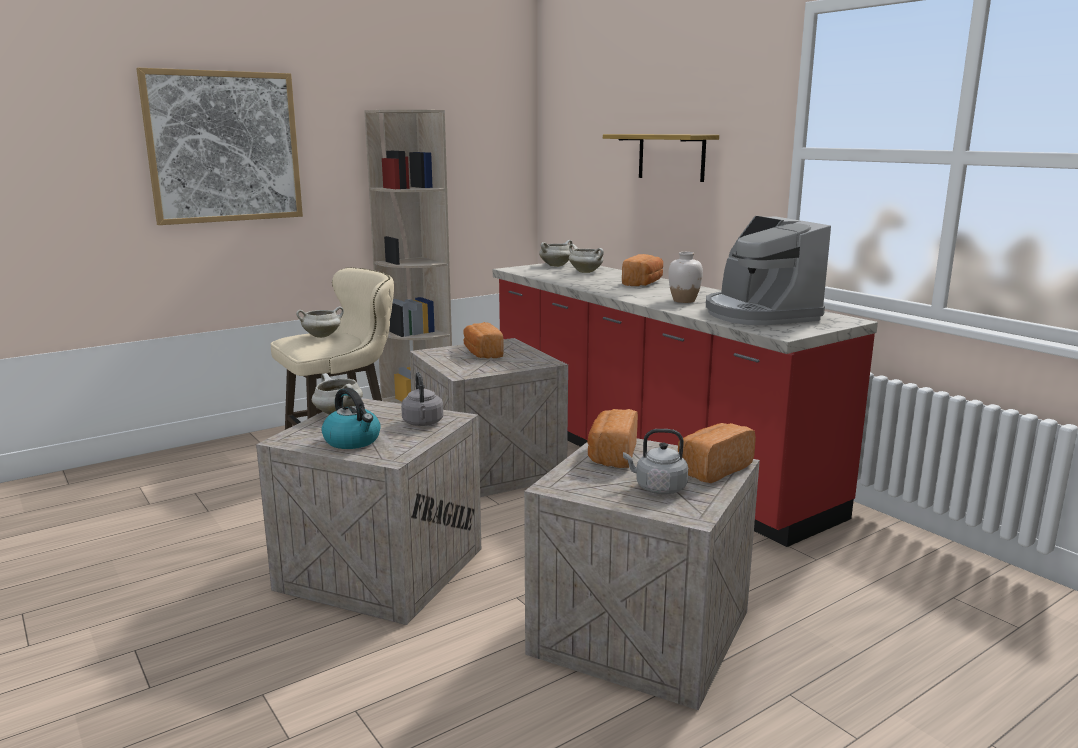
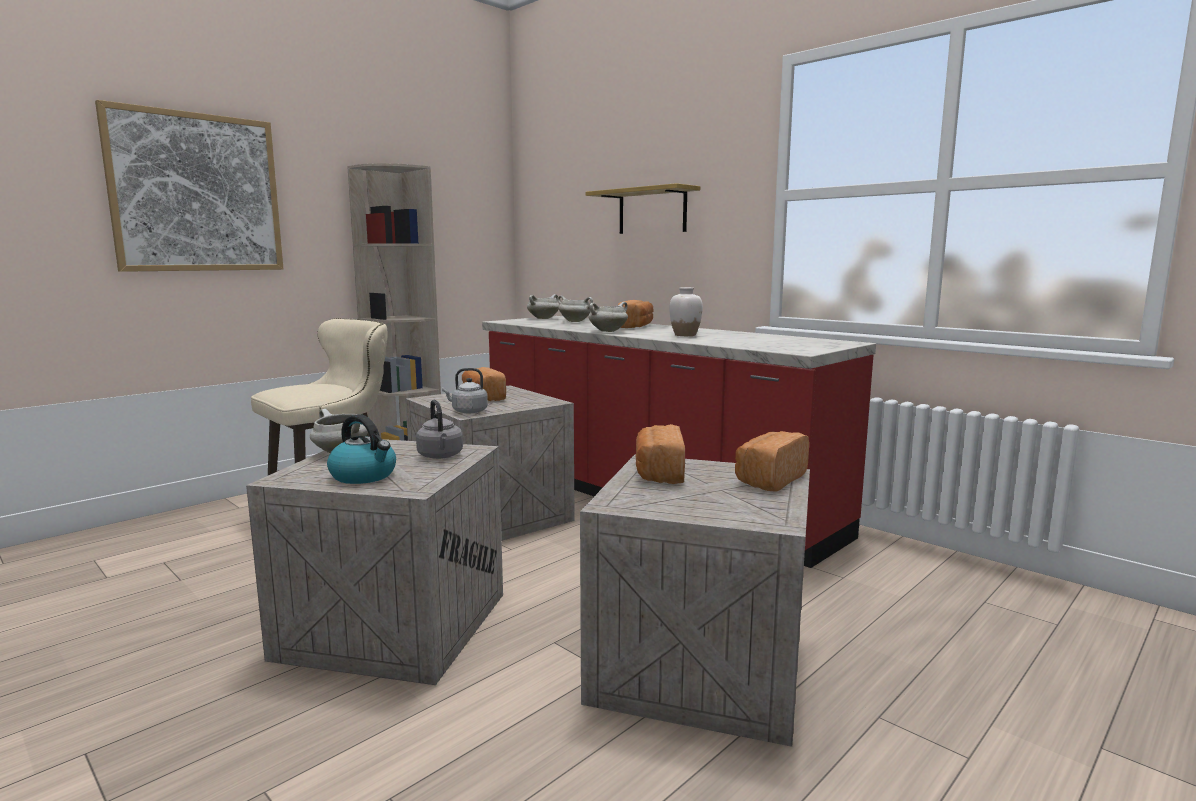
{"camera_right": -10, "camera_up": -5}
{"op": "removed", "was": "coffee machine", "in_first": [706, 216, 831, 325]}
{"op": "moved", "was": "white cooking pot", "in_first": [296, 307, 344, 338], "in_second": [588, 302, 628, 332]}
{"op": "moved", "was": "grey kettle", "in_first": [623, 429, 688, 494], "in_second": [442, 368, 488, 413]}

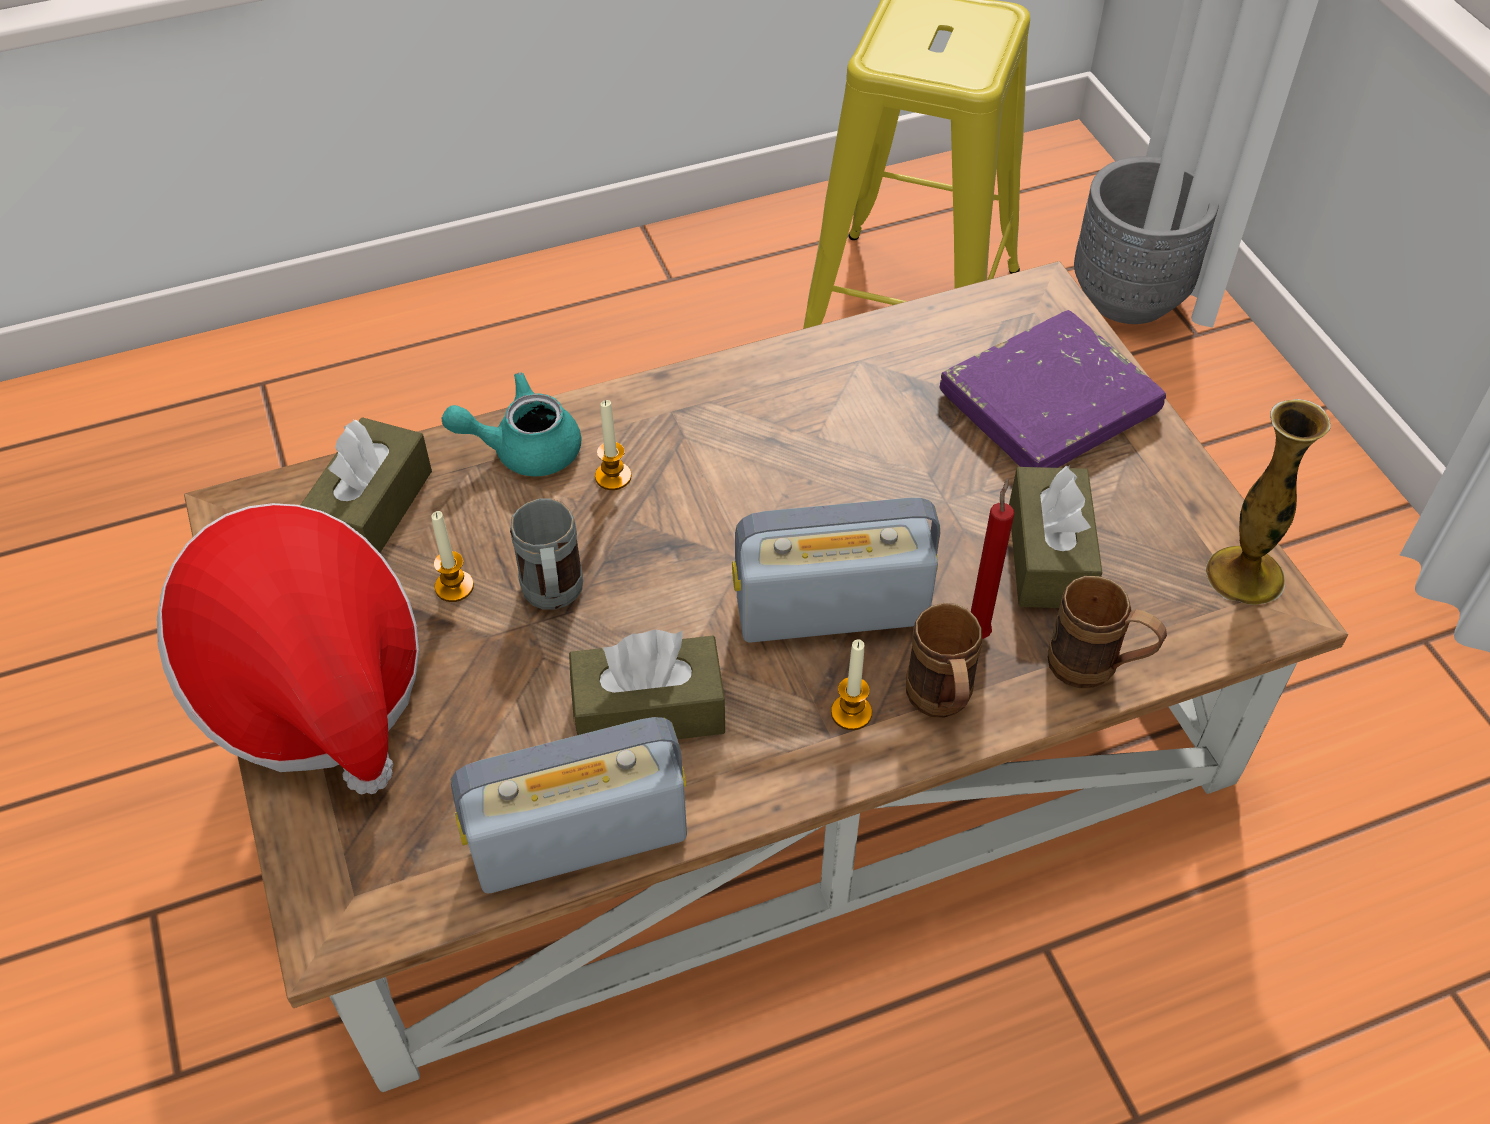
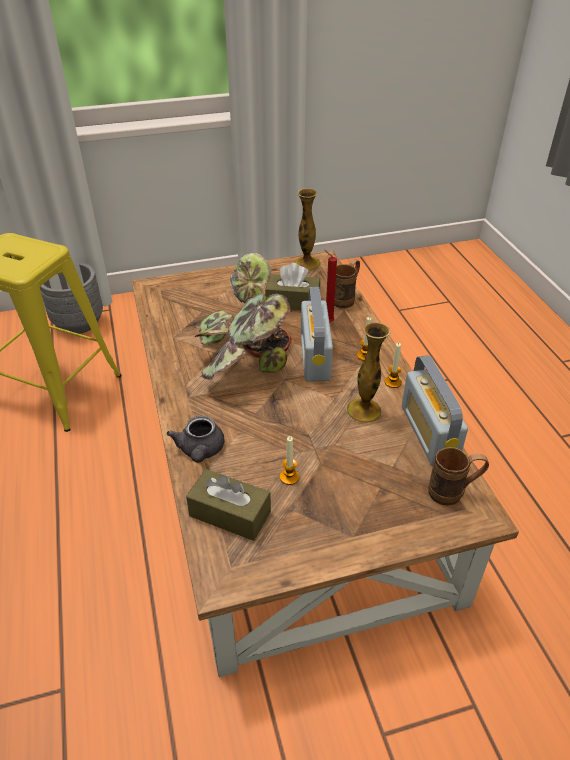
{"camera_right": -85, "camera_up": -10}
{"op": "removed", "was": "hat", "in_first": [157, 503, 419, 794]}
{"op": "removed", "was": "grey mug", "in_first": [510, 498, 583, 610]}
{"op": "removed", "was": "purple book", "in_first": [940, 310, 1166, 468]}
{"op": "added", "now": "potted plant", "in_second": [195, 253, 292, 379]}
{"op": "moved", "was": "candle", "in_first": [595, 400, 631, 490], "in_second": [385, 343, 402, 388]}
{"op": "moved", "was": "brown mug", "in_first": [906, 603, 982, 718], "in_second": [428, 447, 489, 506]}
{"op": "replaced", "was": "brown tissue box", "now": "vase", "in_first": [569, 630, 725, 739], "in_second": [346, 322, 391, 423]}
{"op": "recoloured", "was": "turquoise teapot", "now": "grey teapot", "in_first": [441, 372, 581, 476], "in_second": [167, 416, 225, 463]}

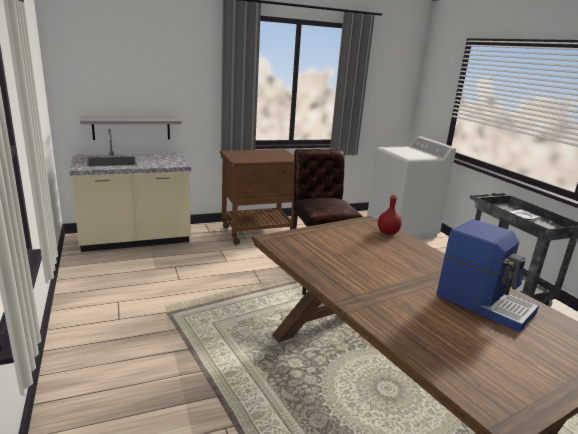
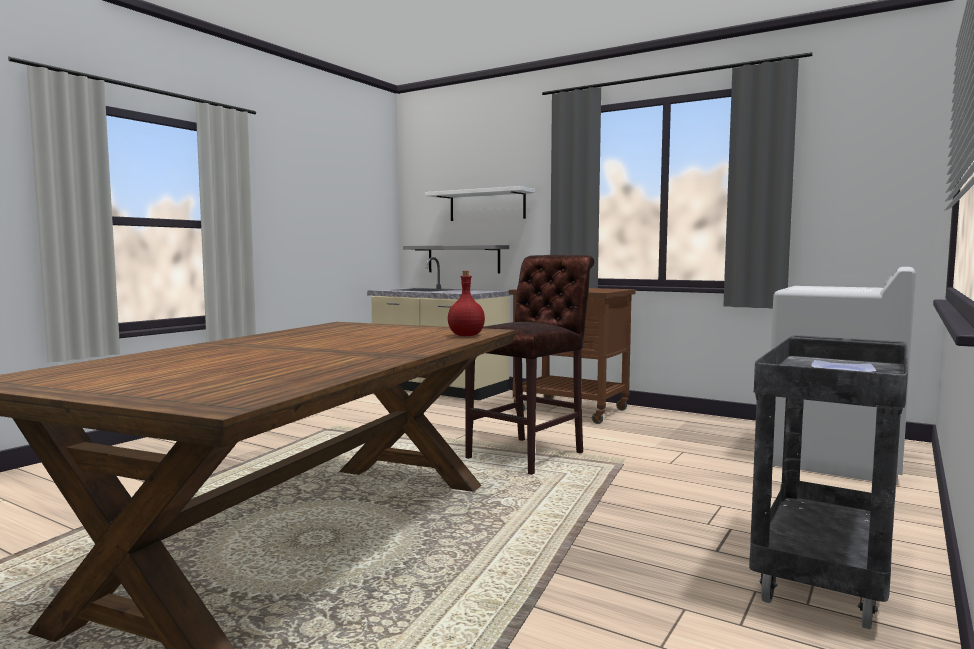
{"camera_right": 55, "camera_up": -15}
{"op": "removed", "was": "coffee machine", "in_first": [436, 219, 539, 333]}
{"op": "added", "now": "white shelf", "in_second": [425, 186, 535, 221]}

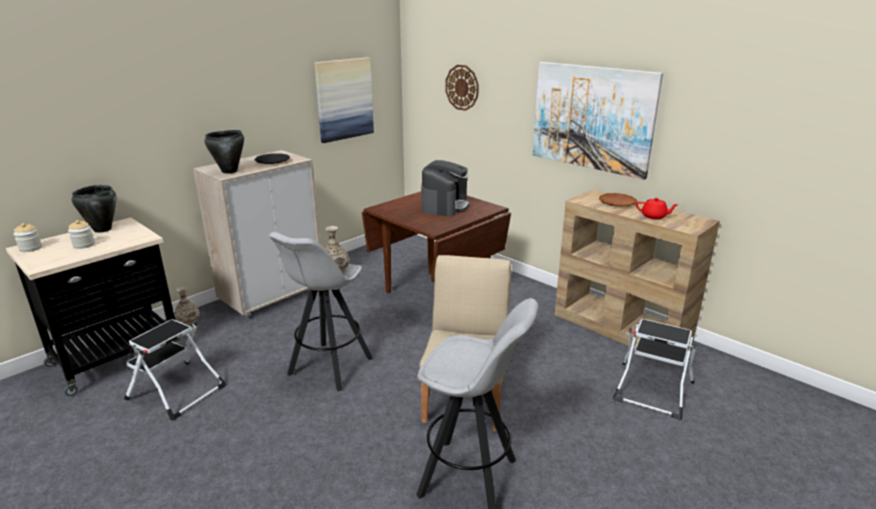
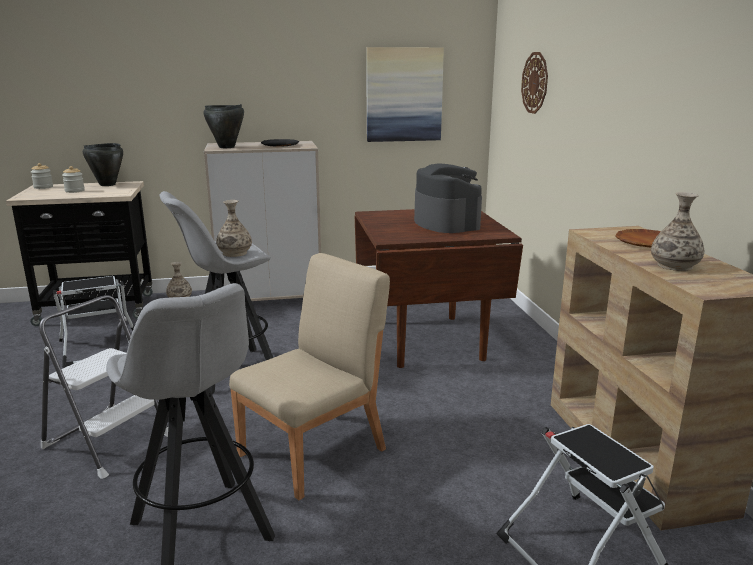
{"camera_right": 35, "camera_up": -5}
{"op": "removed", "was": "picture", "in_first": [532, 62, 663, 180]}
{"op": "added", "now": "white step ladder", "in_second": [39, 295, 168, 479]}
{"op": "replaced", "was": "red teapot", "now": "vase", "in_first": [636, 198, 679, 219], "in_second": [651, 192, 704, 271]}
{"op": "turned", "was": "coffee machine", "in_first": [421, 160, 470, 216], "in_second": [414, 163, 482, 233], "clockwise": -75}

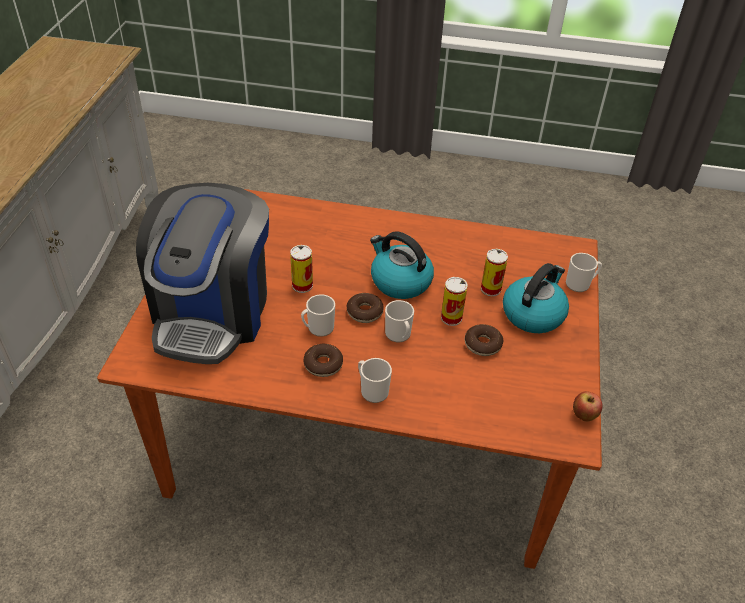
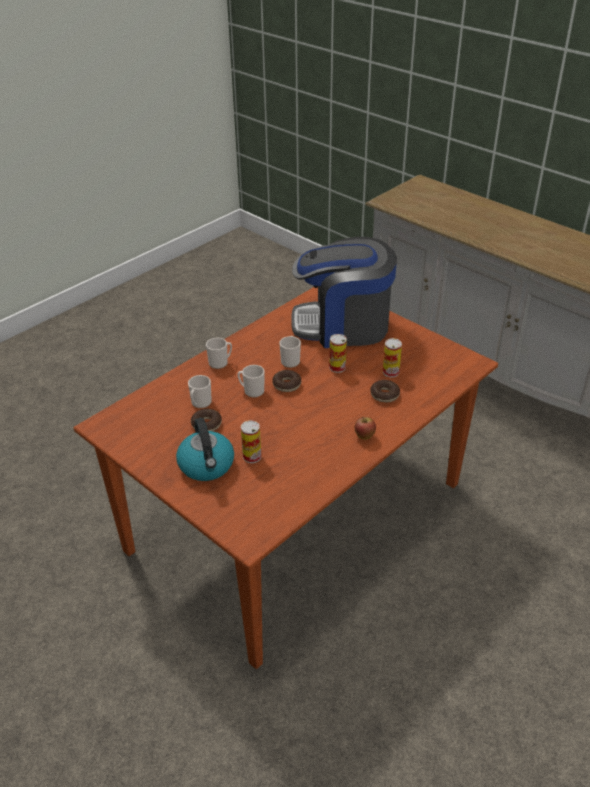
{"camera_right": 125, "camera_up": -5}
{"op": "removed", "was": "kettle", "in_first": [370, 231, 434, 299]}
{"op": "moved", "was": "donut", "in_first": [303, 344, 343, 377], "in_second": [370, 380, 400, 402]}
{"op": "moved", "was": "can", "in_first": [441, 277, 467, 326], "in_second": [383, 338, 402, 377]}
{"op": "moved", "was": "mug", "in_first": [566, 253, 602, 292], "in_second": [188, 375, 212, 408]}
{"op": "moved", "was": "apple", "in_first": [573, 391, 603, 422], "in_second": [355, 417, 376, 440]}
{"op": "turned", "was": "coffee machine", "in_first": [136, 183, 269, 364], "in_second": [291, 237, 397, 348], "clockwise": -45}

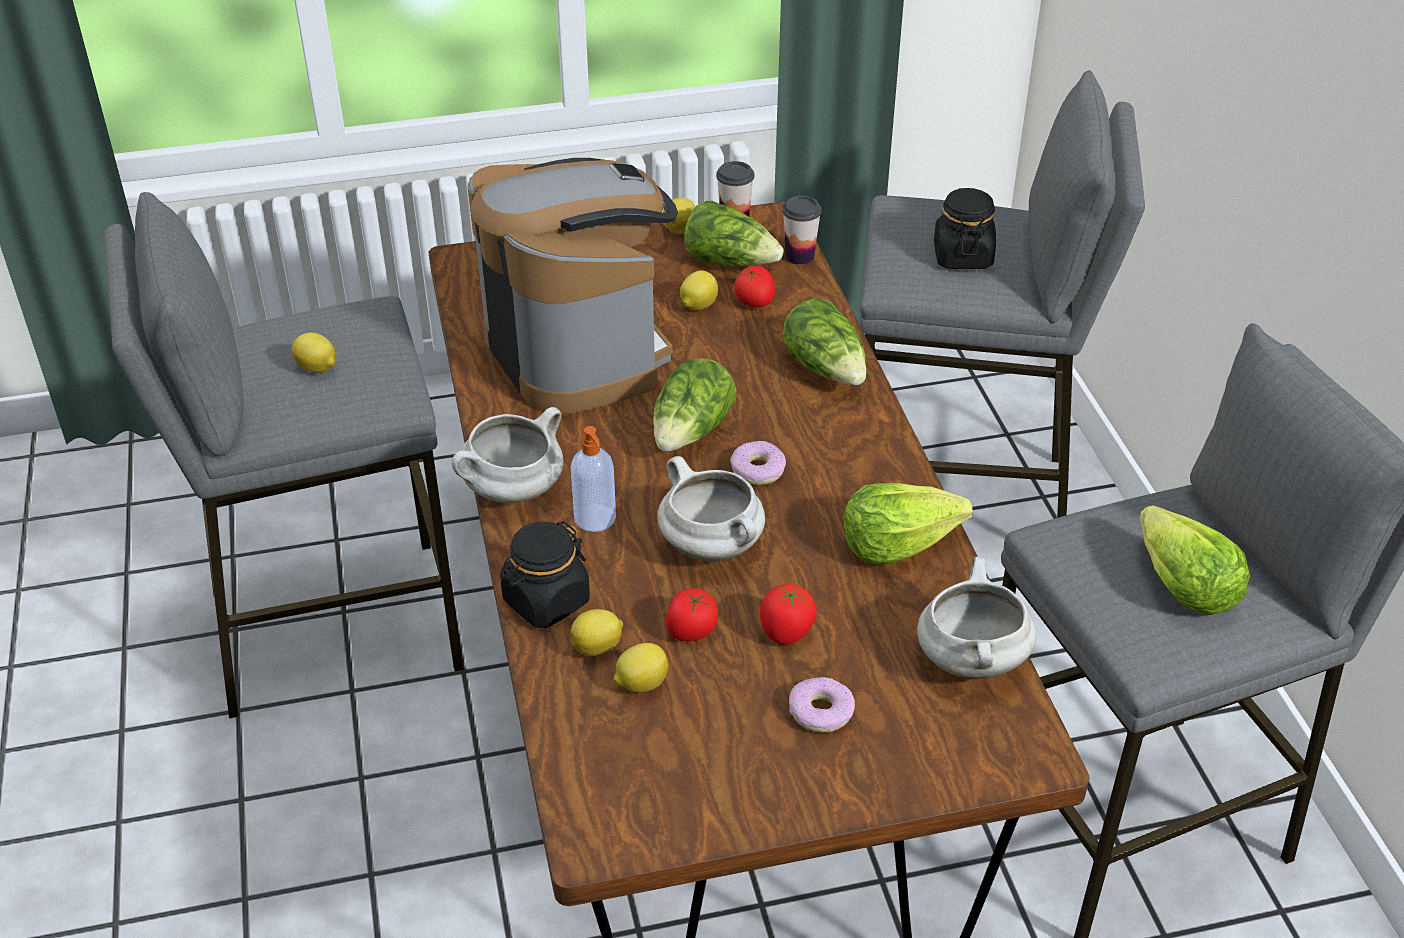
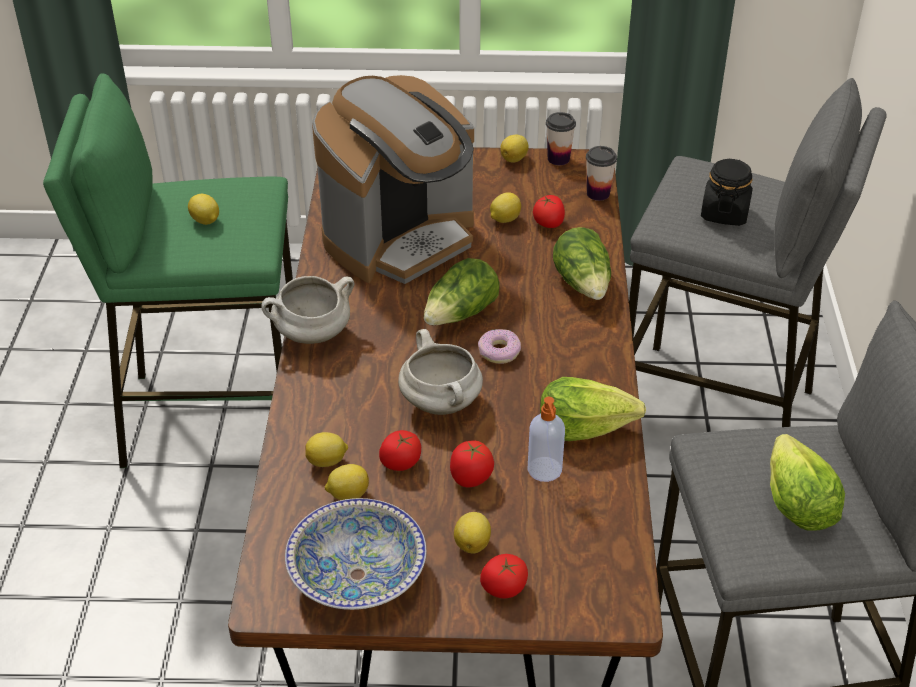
{"camera_right": 15, "camera_up": 0}
{"op": "removed", "was": "black jar", "in_first": [500, 521, 590, 628]}
{"op": "removed", "was": "lettuce", "in_first": [684, 200, 784, 266]}
{"op": "removed", "was": "white cooking pot", "in_first": [917, 557, 1037, 679]}
{"op": "added", "now": "bowl", "in_second": [285, 498, 426, 610]}
{"op": "added", "now": "tomato", "in_second": [480, 554, 528, 598]}
{"op": "moved", "was": "soap dispenser", "in_first": [571, 426, 616, 532], "in_second": [527, 397, 565, 482]}
{"op": "replaced", "was": "donut", "now": "lemon", "in_first": [789, 677, 855, 733], "in_second": [454, 512, 491, 554]}
{"op": "recoloured", "was": "grey stool", "now": "green stool", "in_first": [104, 192, 464, 719], "in_second": [43, 73, 293, 468]}
{"op": "turned", "was": "coffee machine", "in_first": [468, 158, 678, 414], "in_second": [312, 75, 474, 284], "clockwise": 60}

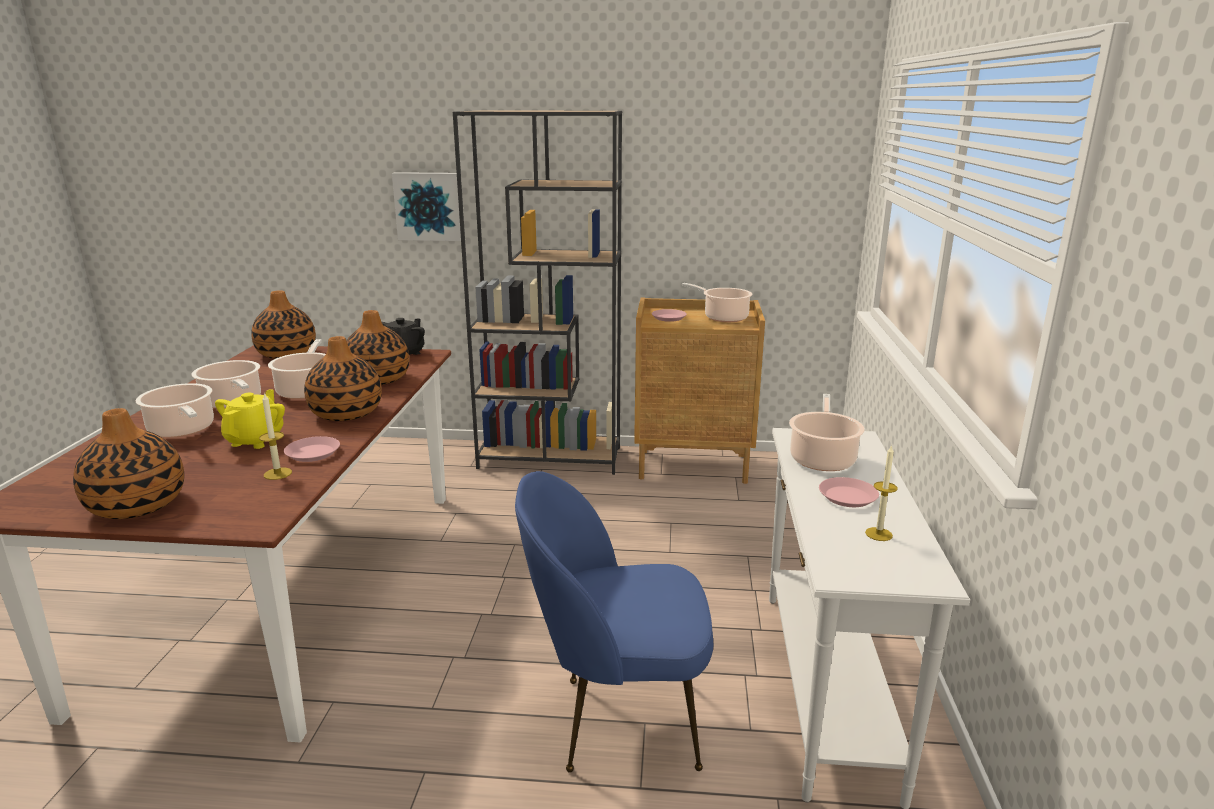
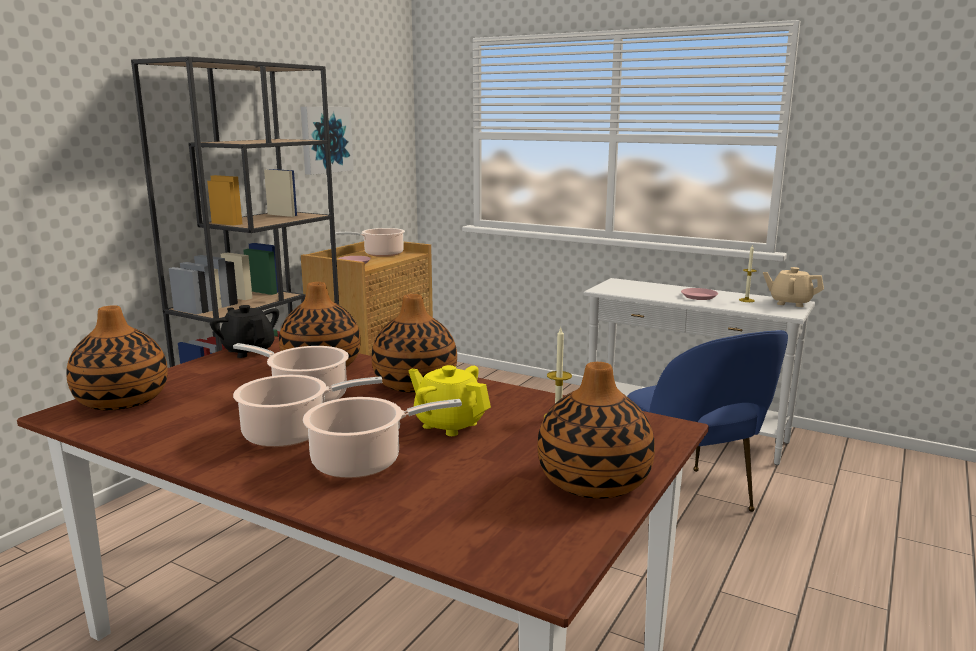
{"camera_right": -65, "camera_up": -5}
{"op": "removed", "was": "pink plate", "in_first": [284, 436, 340, 462]}
{"op": "removed", "was": "cooking pot", "in_first": [789, 394, 865, 471]}
{"op": "added", "now": "beige teapot", "in_second": [763, 267, 824, 307]}
{"op": "moved", "was": "picture", "in_first": [392, 172, 461, 241], "in_second": [301, 107, 354, 175]}
{"op": "turned", "was": "blue chair", "in_first": [515, 471, 713, 773], "in_second": [627, 330, 788, 528], "clockwise": -45}

